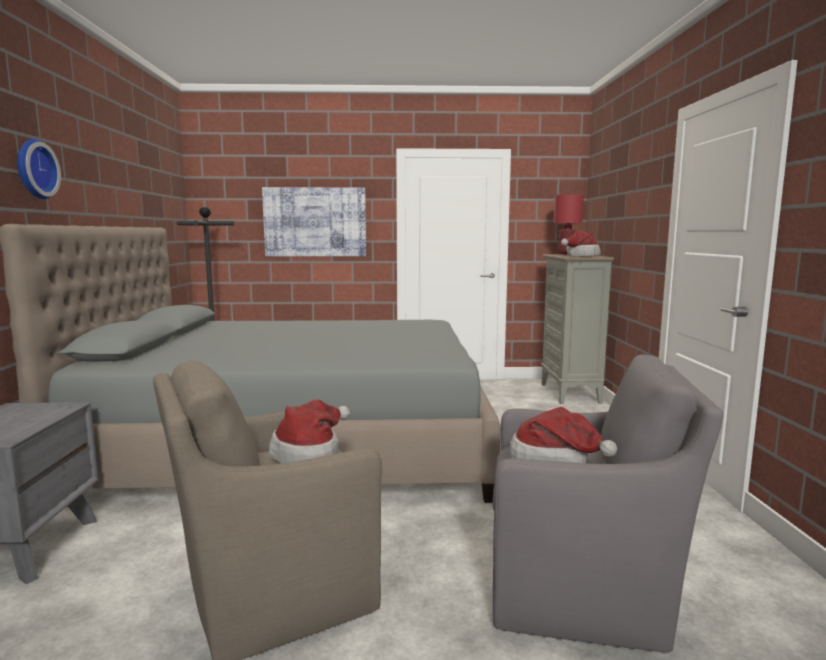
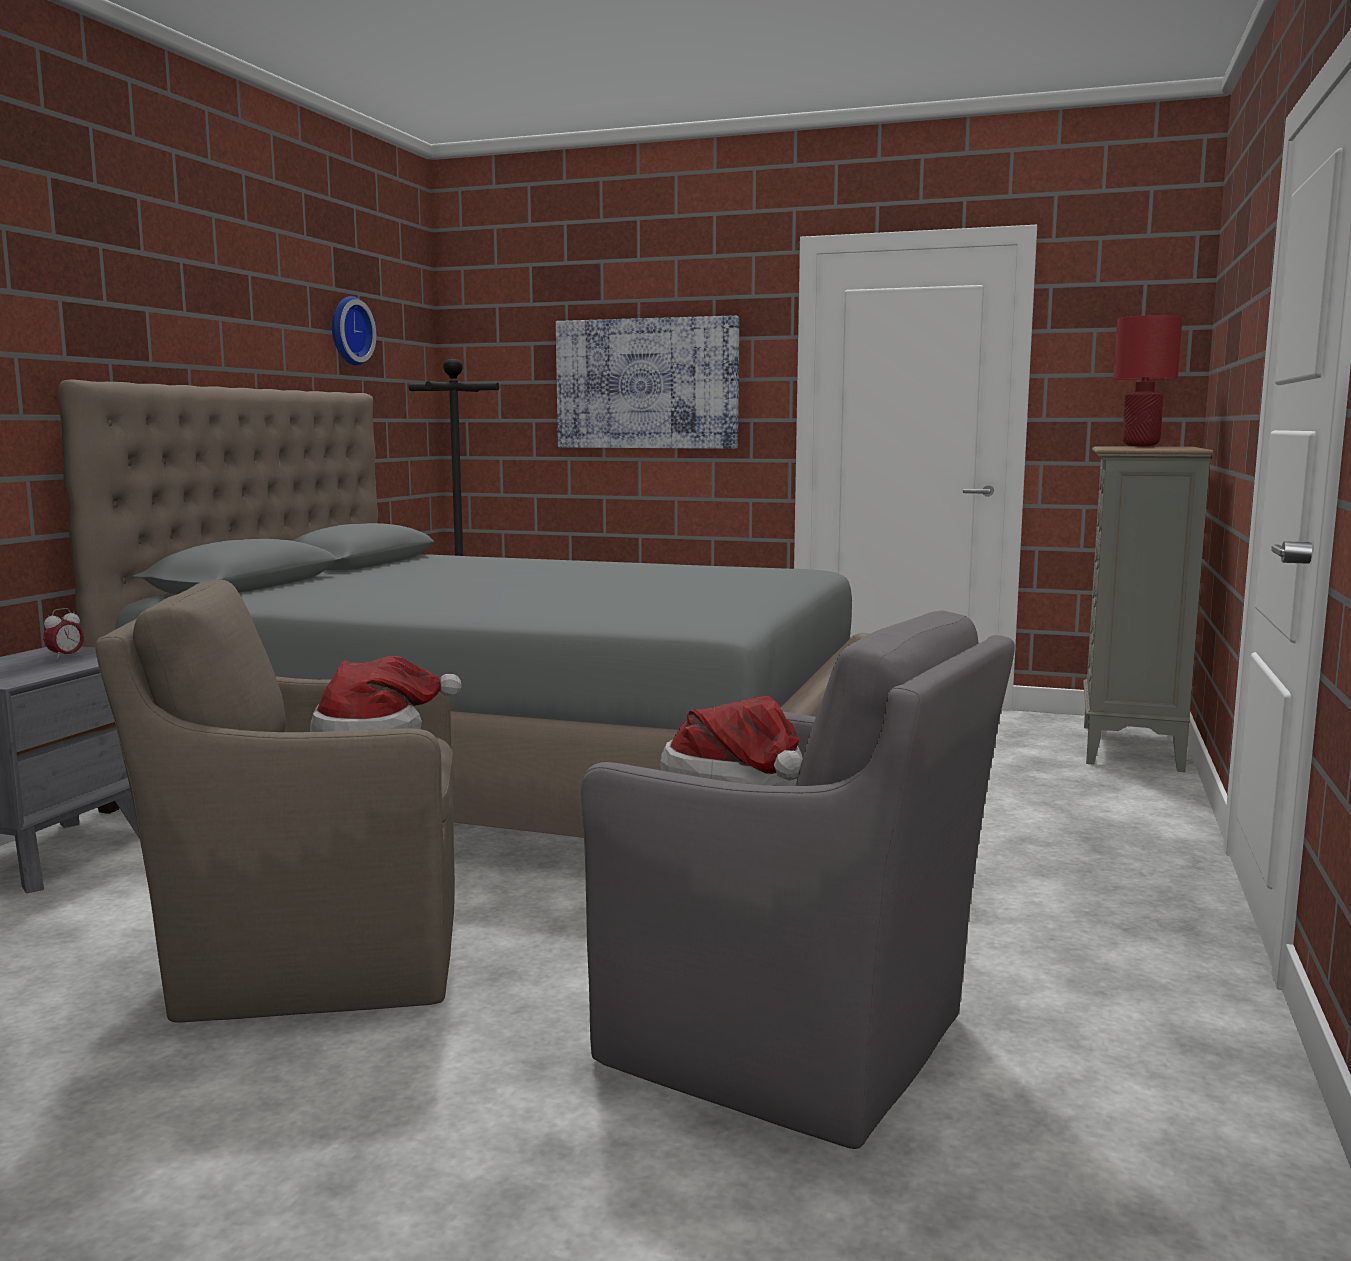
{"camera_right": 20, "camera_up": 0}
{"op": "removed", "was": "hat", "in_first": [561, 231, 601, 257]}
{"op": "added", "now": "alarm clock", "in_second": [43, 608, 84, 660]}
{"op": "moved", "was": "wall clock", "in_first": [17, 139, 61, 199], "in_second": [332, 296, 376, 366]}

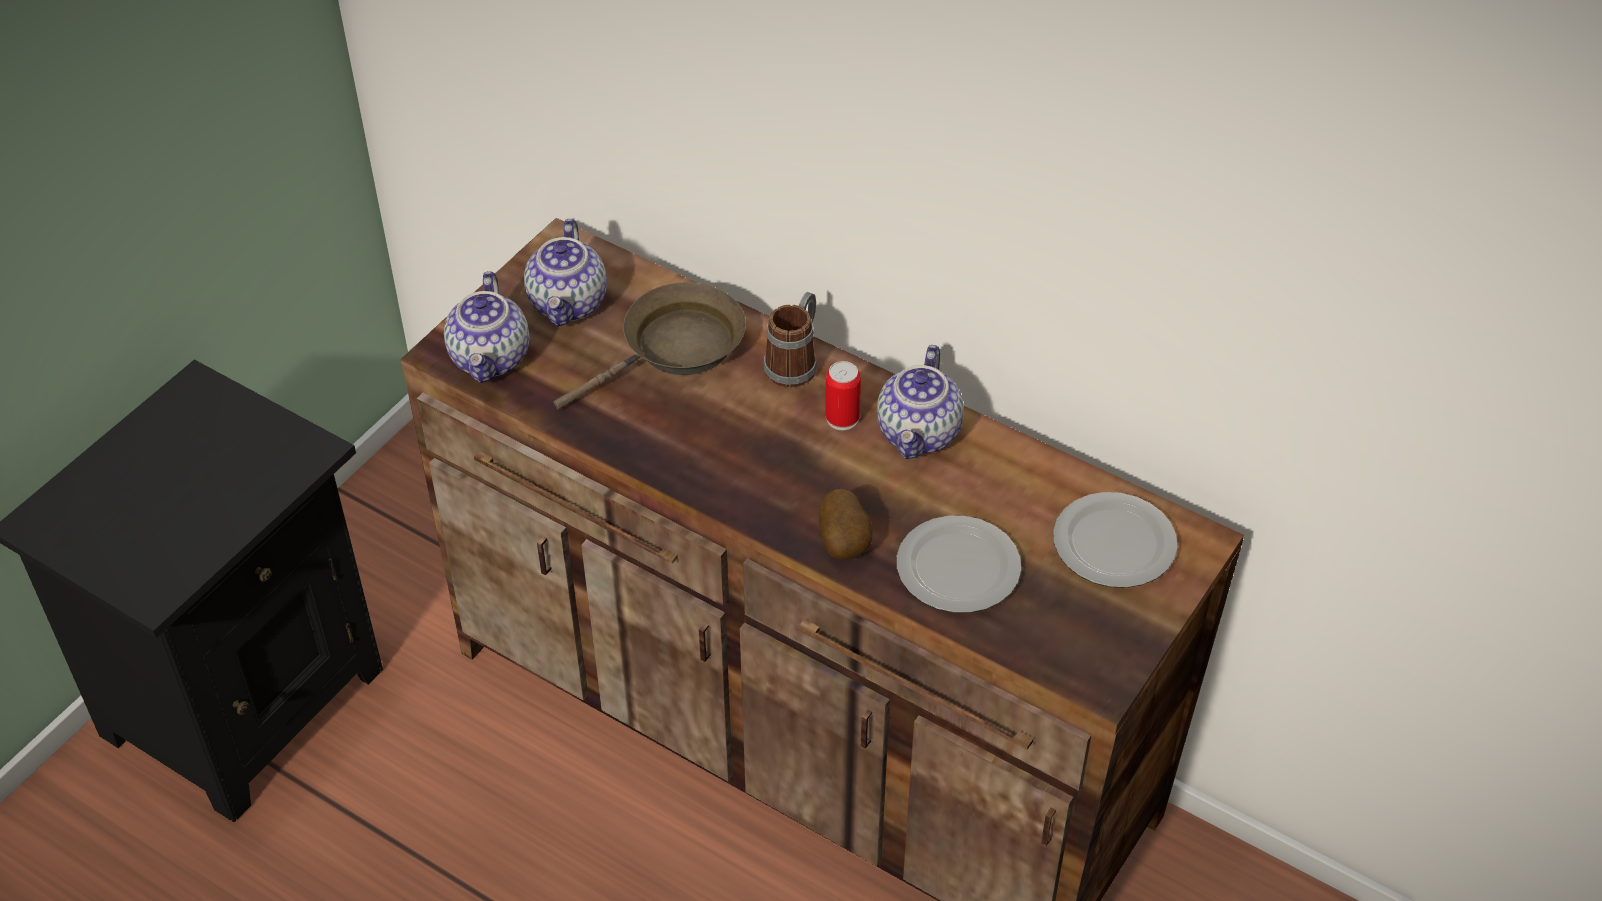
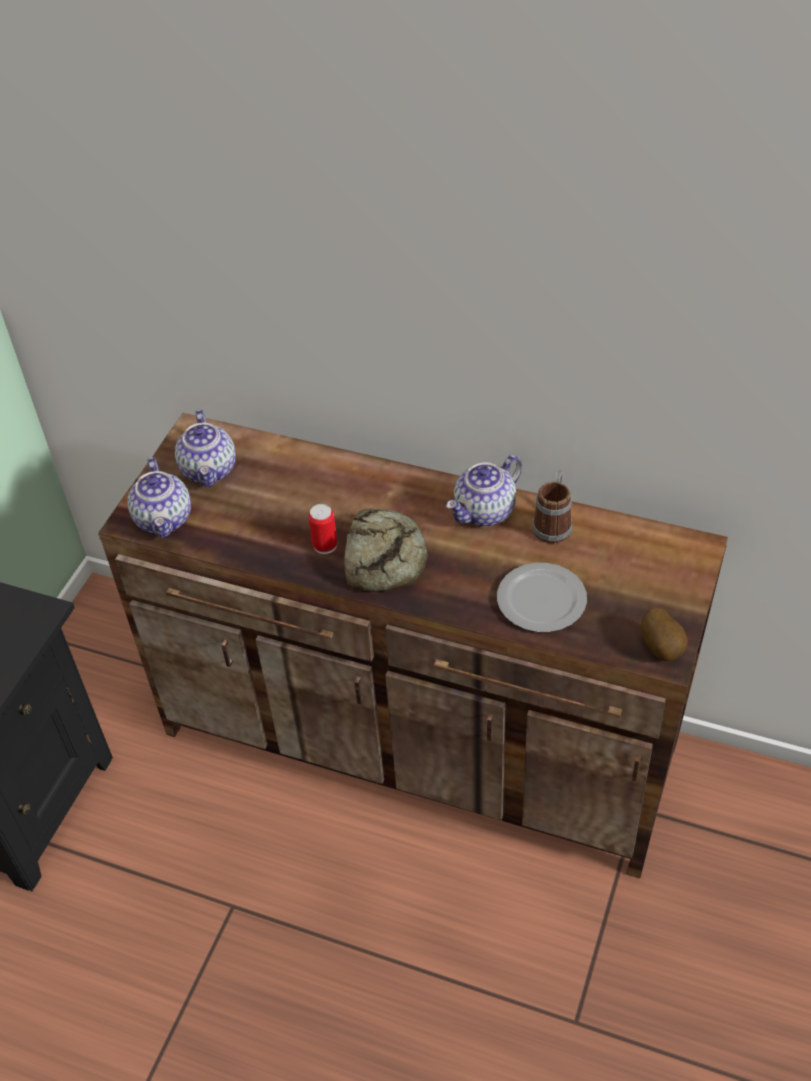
{"camera_right": -10, "camera_up": 0}
{"op": "removed", "was": "brown frying pan", "in_first": [554, 282, 746, 409]}
{"op": "removed", "was": "plate", "in_first": [1053, 492, 1178, 588]}
{"op": "added", "now": "bread", "in_second": [344, 509, 428, 592]}
{"op": "moved", "was": "mug", "in_first": [763, 292, 817, 388], "in_second": [532, 470, 572, 543]}
{"op": "moved", "was": "potato", "in_first": [819, 489, 873, 560], "in_second": [641, 608, 688, 661]}
{"op": "moved", "was": "can", "in_first": [825, 361, 861, 430], "in_second": [308, 504, 337, 554]}
{"op": "turned", "was": "teapot", "in_first": [877, 345, 964, 459], "in_second": [446, 455, 522, 526], "clockwise": 45}

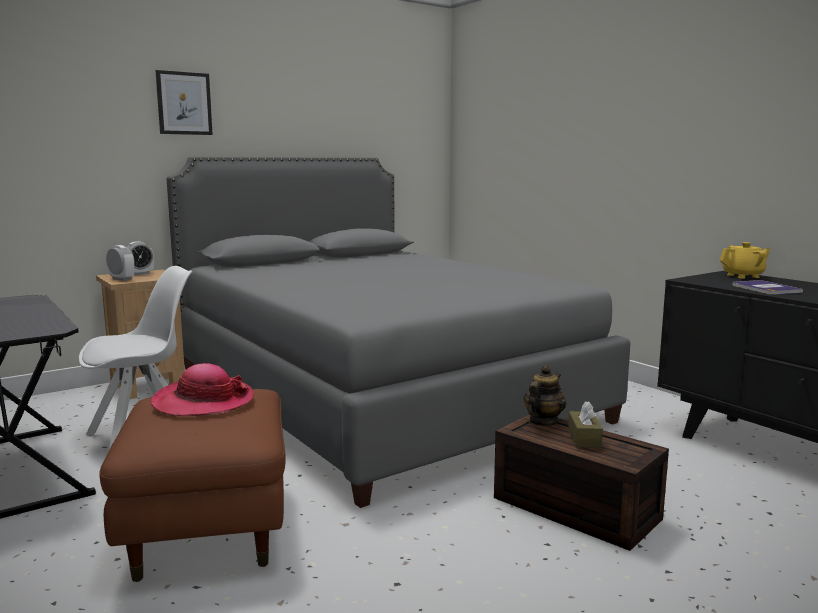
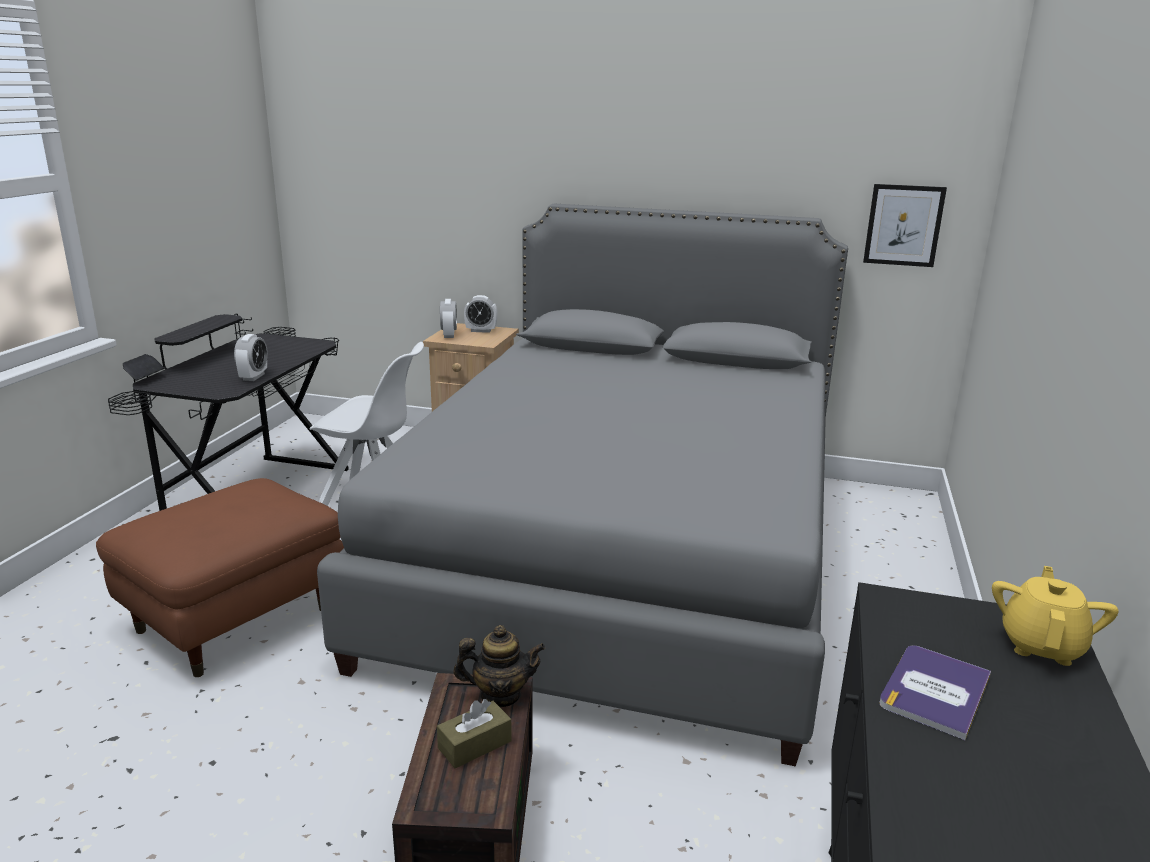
{"camera_right": 50, "camera_up": 10}
{"op": "removed", "was": "hat", "in_first": [151, 363, 254, 416]}
{"op": "added", "now": "alarm clock", "in_second": [234, 334, 268, 381]}
{"op": "moved", "was": "picture", "in_first": [155, 70, 213, 135], "in_second": [863, 184, 947, 267]}
{"op": "turned", "was": "yellow teapot", "in_first": [719, 242, 770, 279], "in_second": [992, 566, 1119, 666], "clockwise": -105}

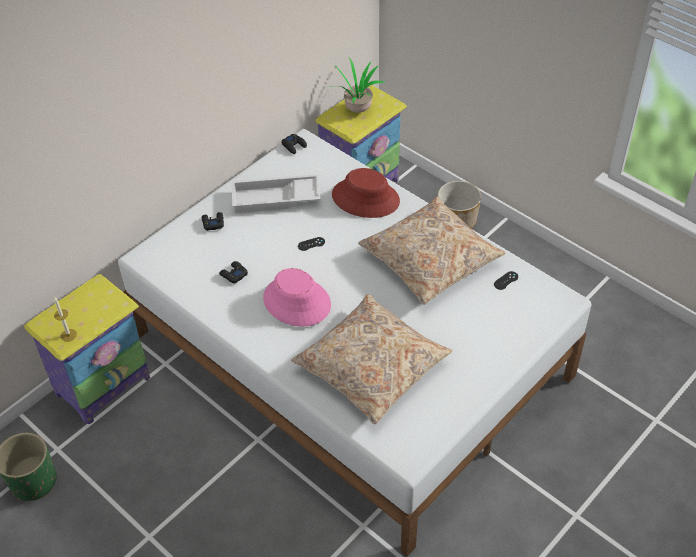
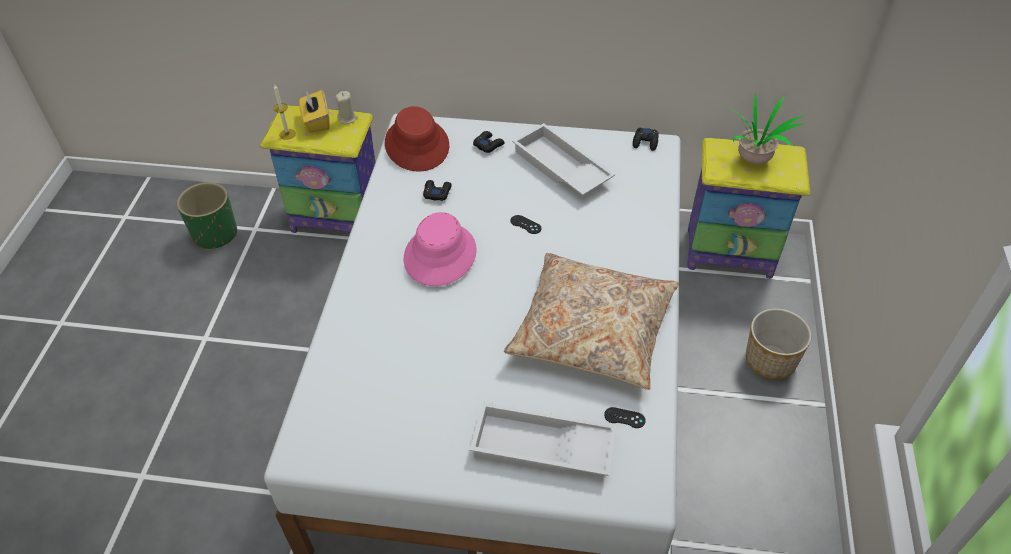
{"camera_right": 55, "camera_up": 0}
{"op": "removed", "was": "beige pillow", "in_first": [291, 294, 452, 425]}
{"op": "added", "now": "yellow tissue box", "in_second": [299, 90, 330, 133]}
{"op": "added", "now": "beige candle", "in_second": [336, 91, 357, 124]}
{"op": "added", "now": "white tray", "in_second": [470, 402, 616, 476]}
{"op": "moved", "was": "red hat", "in_first": [332, 168, 400, 218], "in_second": [385, 106, 449, 172]}

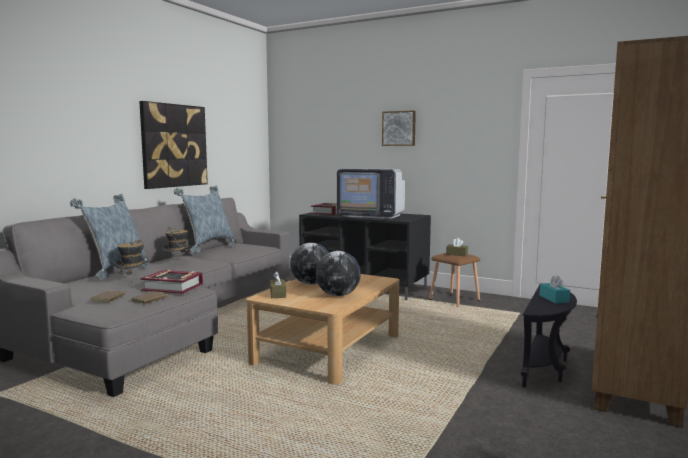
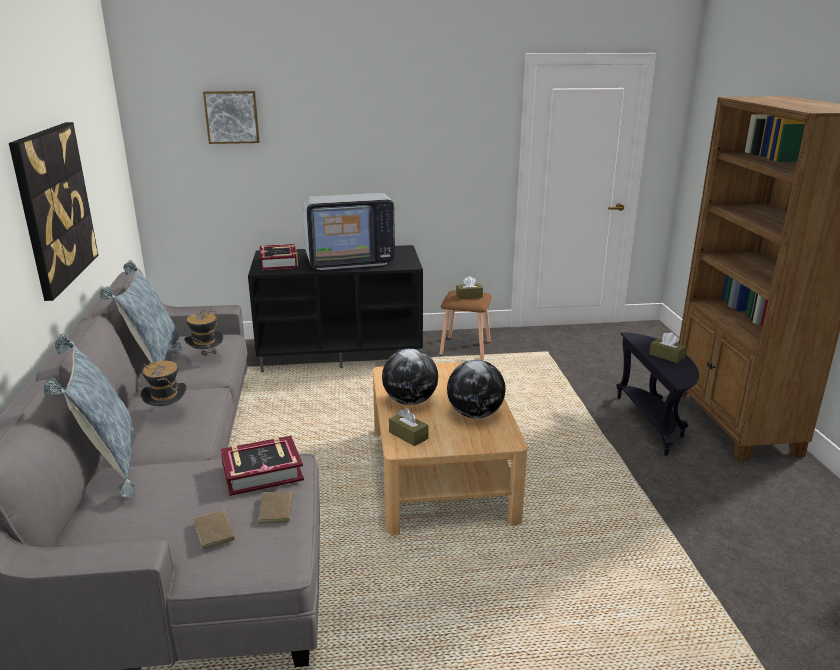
{"camera_right": -35, "camera_up": 15}
{"op": "moved", "was": "hat", "in_first": [114, 240, 149, 275], "in_second": [184, 310, 223, 364]}
{"op": "moved", "was": "picture", "in_first": [382, 110, 416, 146], "in_second": [203, 91, 260, 144]}
{"op": "recoloured", "was": "turquoise tissue box", "now": "brown tissue box", "in_first": [540, 275, 570, 303], "in_second": [649, 332, 686, 363]}

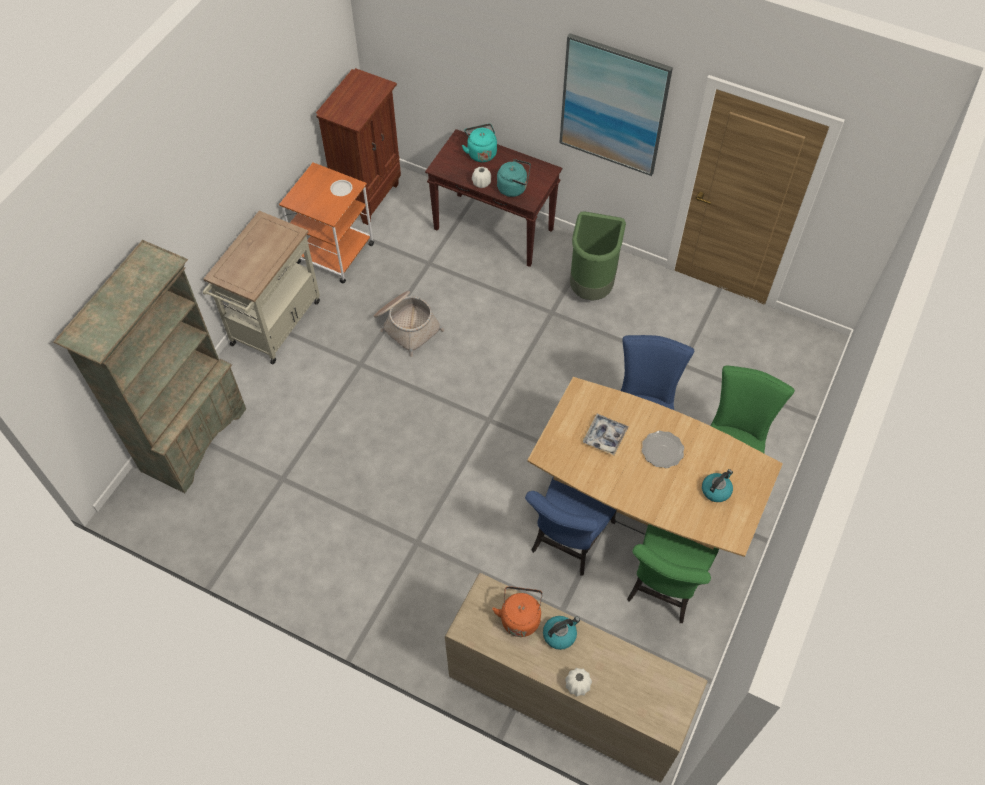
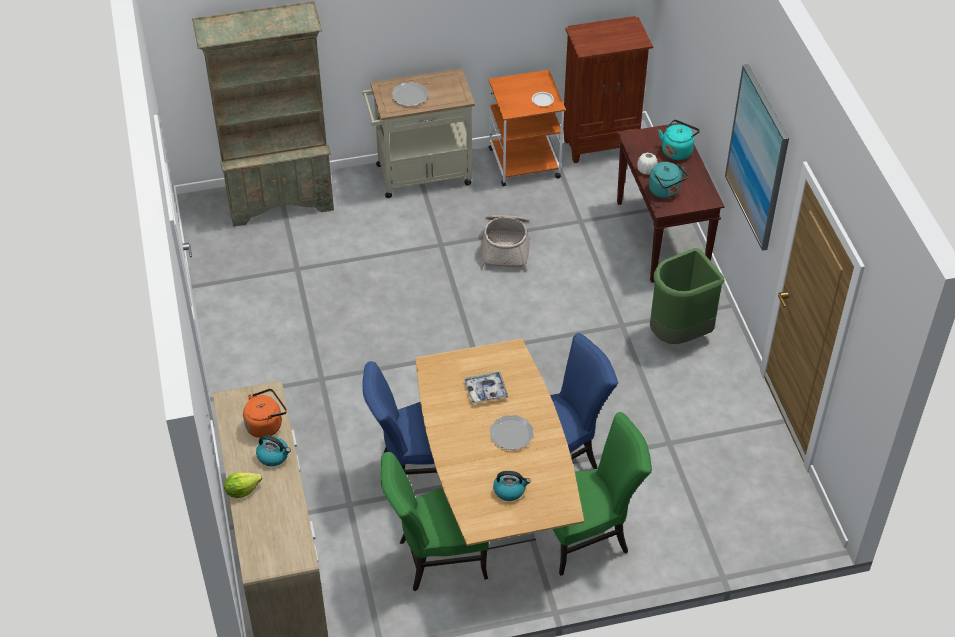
{"camera_right": 50, "camera_up": -10}
{"op": "added", "now": "plate", "in_second": [391, 82, 429, 106]}
{"op": "replaced", "was": "white vase", "now": "lettuce", "in_first": [565, 668, 592, 696], "in_second": [224, 472, 262, 498]}

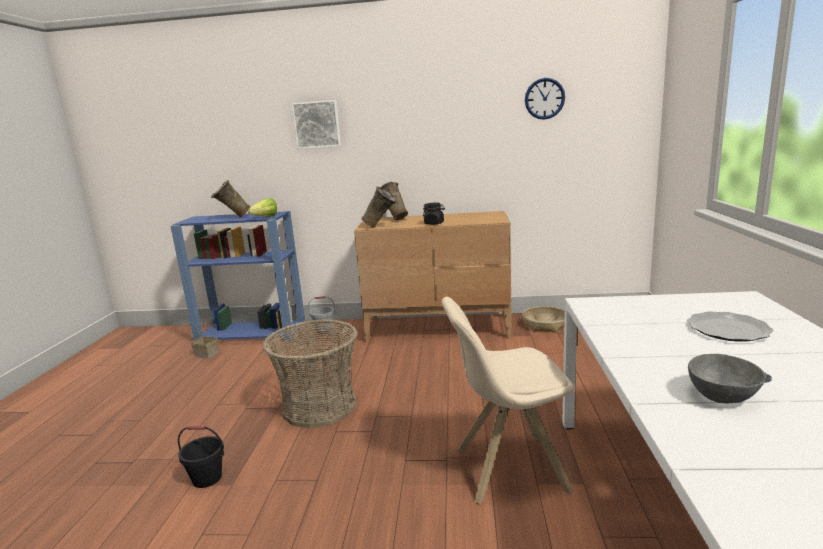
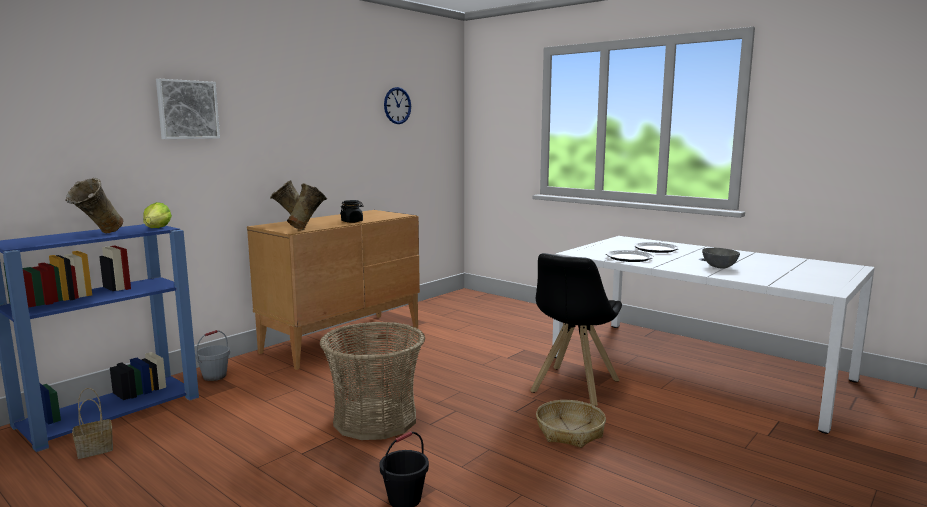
{"camera_right": -55, "camera_up": -5}
{"op": "added", "now": "plate", "in_second": [606, 250, 654, 262]}
{"op": "moved", "was": "basket", "in_first": [522, 306, 565, 333], "in_second": [536, 400, 606, 448]}
{"op": "recoloured", "was": "beige chair", "now": "black chair", "in_first": [442, 297, 574, 505], "in_second": [530, 253, 622, 406]}

